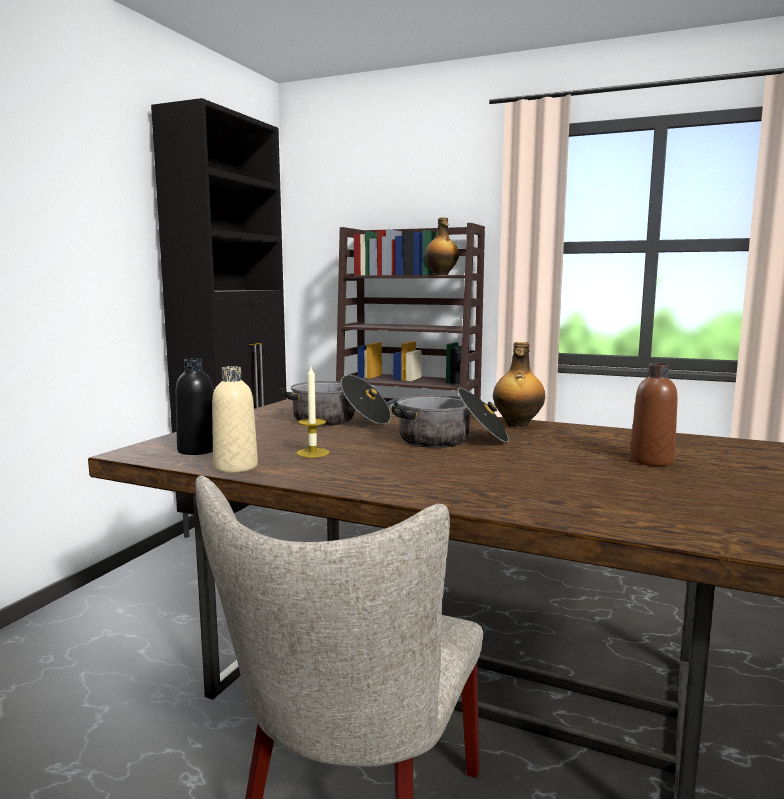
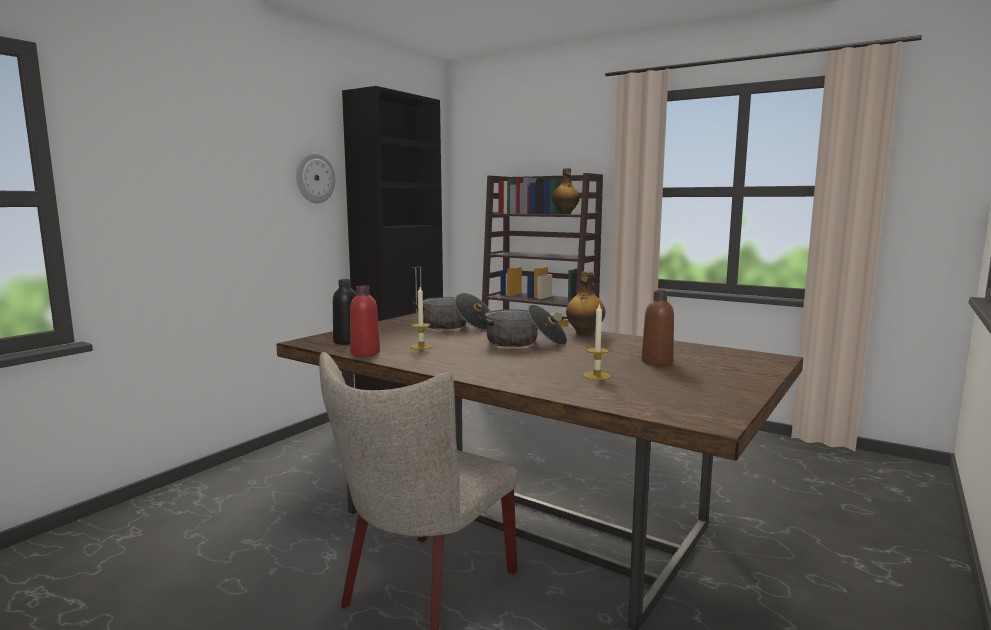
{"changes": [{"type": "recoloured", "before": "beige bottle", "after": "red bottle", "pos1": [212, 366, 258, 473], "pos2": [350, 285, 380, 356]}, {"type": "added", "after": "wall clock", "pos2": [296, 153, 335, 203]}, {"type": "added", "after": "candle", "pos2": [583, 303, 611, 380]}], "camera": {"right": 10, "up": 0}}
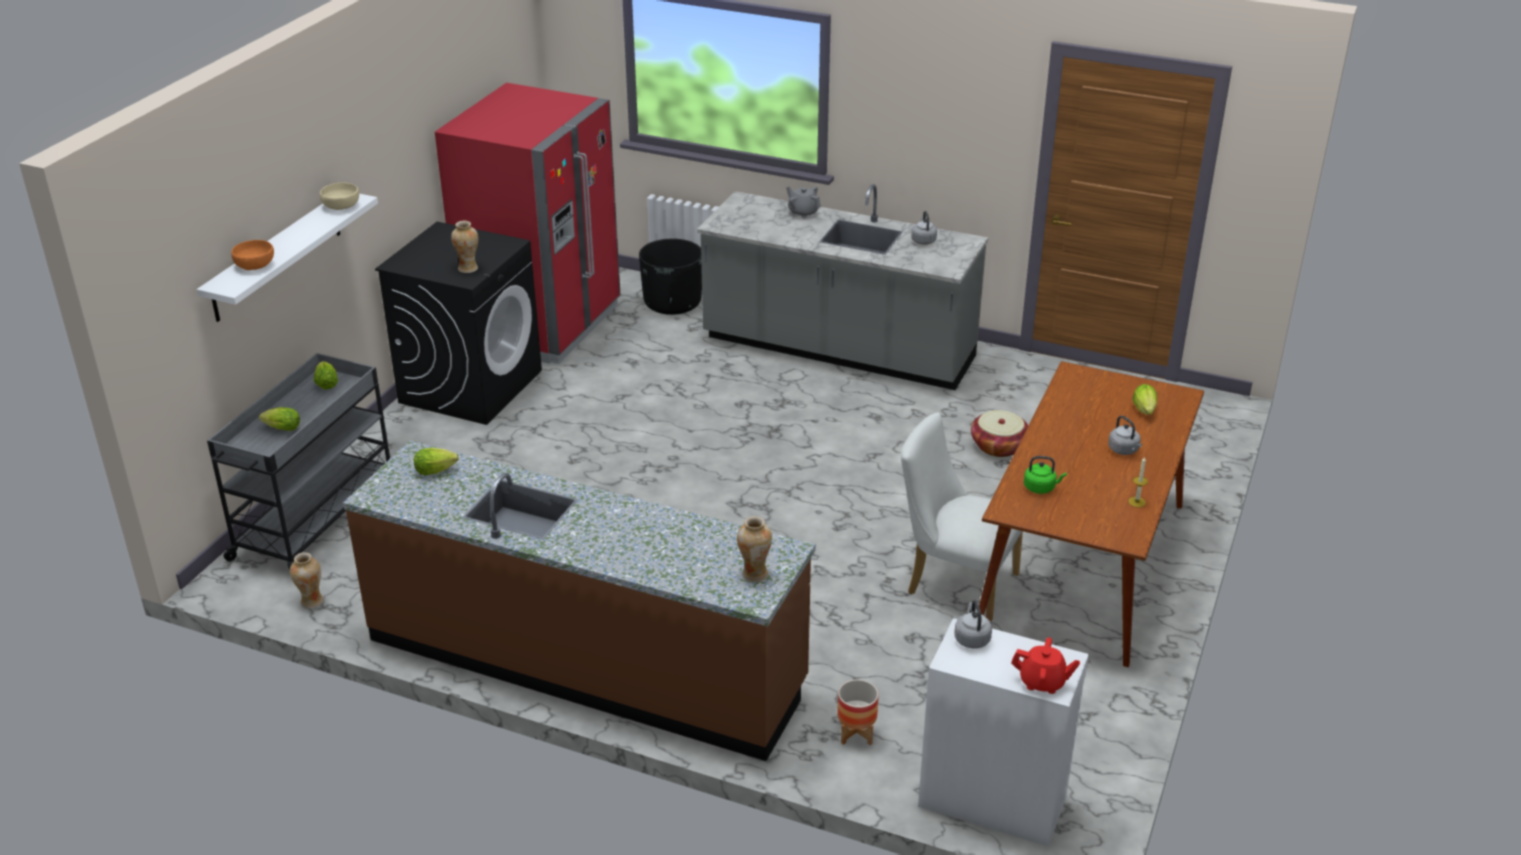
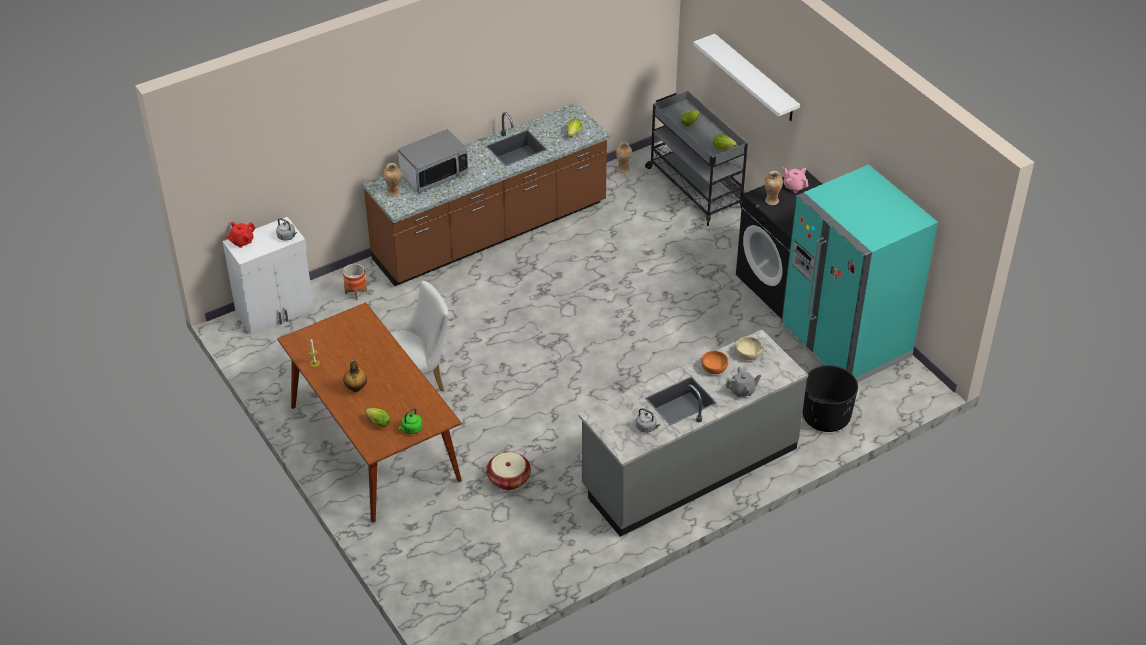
{"changes": [{"type": "recoloured", "before": "red fridge", "after": "turquoise fridge", "pos1": [435, 83, 620, 364], "pos2": [781, 164, 938, 383]}, {"type": "moved", "before": "beige bowl", "pos1": [320, 183, 359, 210], "pos2": [736, 337, 763, 360]}, {"type": "moved", "before": "orange bowl", "pos1": [231, 240, 274, 270], "pos2": [701, 351, 728, 374]}, {"type": "replaced", "before": "grey kettle", "after": "bottle", "pos1": [1108, 416, 1142, 455], "pos2": [343, 360, 367, 392]}, {"type": "moved", "before": "green kettle", "pos1": [1024, 456, 1067, 494], "pos2": [398, 408, 422, 434]}, {"type": "added", "after": "microwave", "pos2": [398, 129, 469, 193]}, {"type": "added", "after": "pink teapot", "pos2": [783, 167, 808, 193]}], "camera": {"right": 125, "up": 10}}
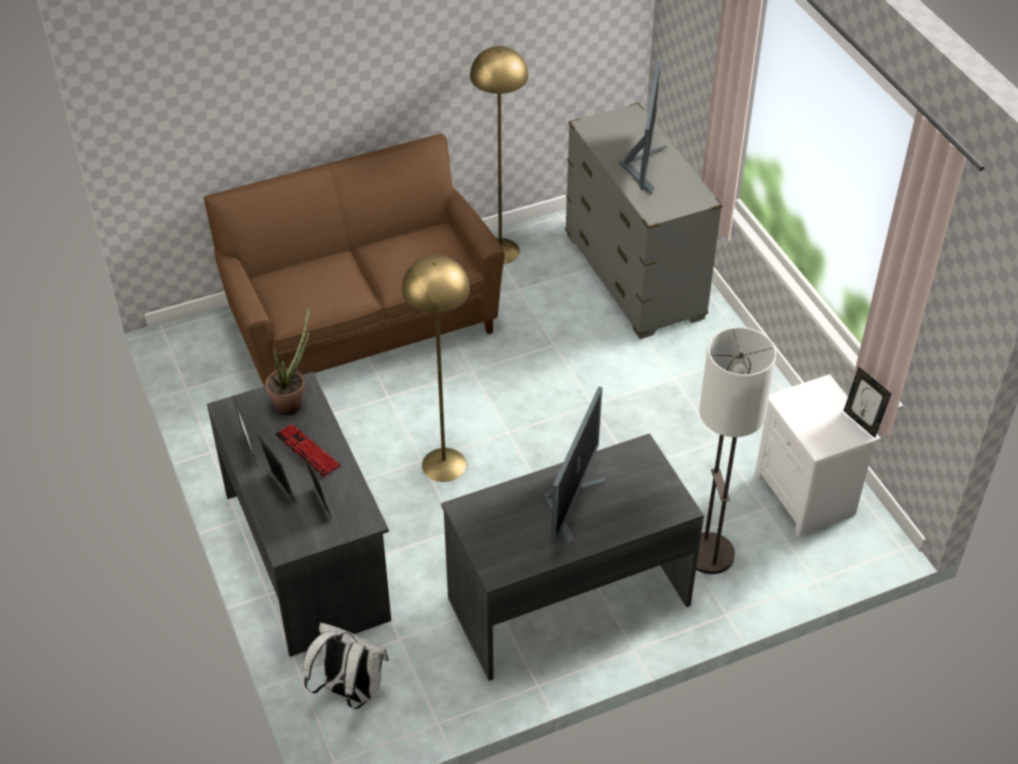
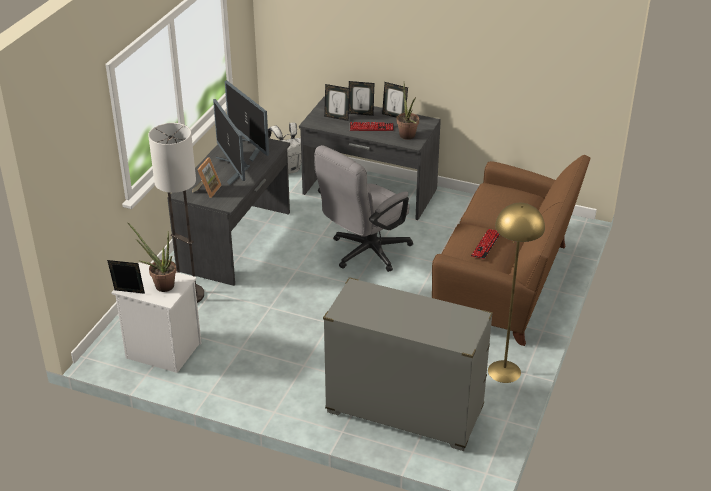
{"changes": [{"type": "moved", "before": "monitor", "pos1": [619, 61, 667, 195], "pos2": [225, 80, 269, 162]}, {"type": "replaced", "before": "yellow floor lamp", "after": "grey office chair", "pos1": [402, 255, 470, 482], "pos2": [314, 145, 413, 272]}, {"type": "added", "after": "picture frame", "pos2": [192, 157, 222, 198]}, {"type": "added", "after": "potted plant", "pos2": [128, 223, 177, 292]}, {"type": "added", "after": "keyboard", "pos2": [471, 229, 500, 259]}], "camera": {"right": 135, "up": -10}}
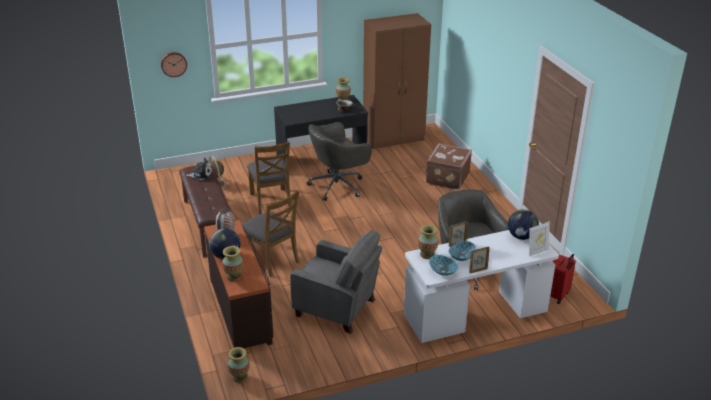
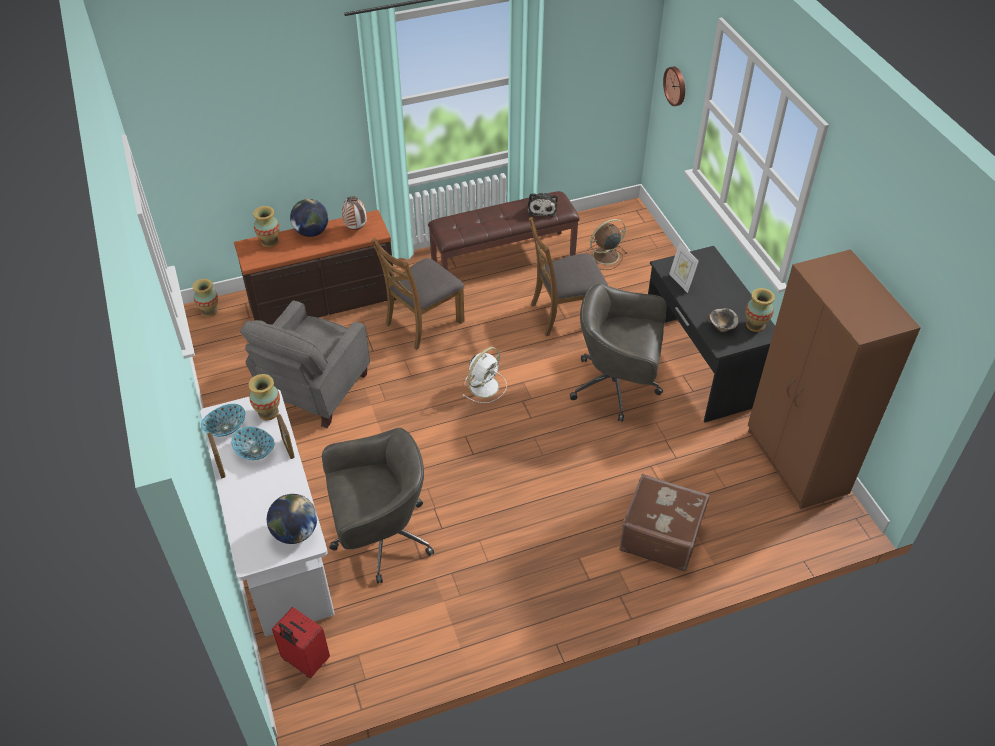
{"changes": [{"type": "turned", "before": "grey office chair", "pos1": [307, 122, 372, 201], "pos2": [570, 283, 667, 422], "turn": -45}, {"type": "moved", "before": "picture frame", "pos1": [529, 222, 550, 257], "pos2": [669, 242, 699, 293]}, {"type": "added", "after": "white fan", "pos2": [463, 347, 507, 403]}], "camera": {"right": 90, "up": 15}}
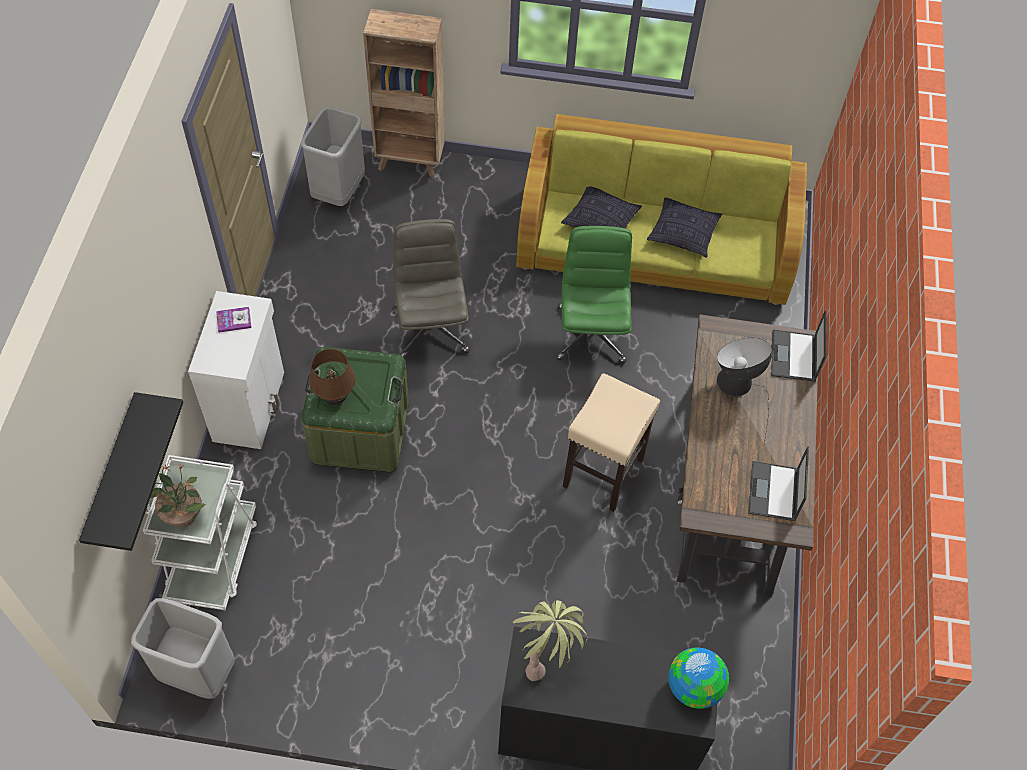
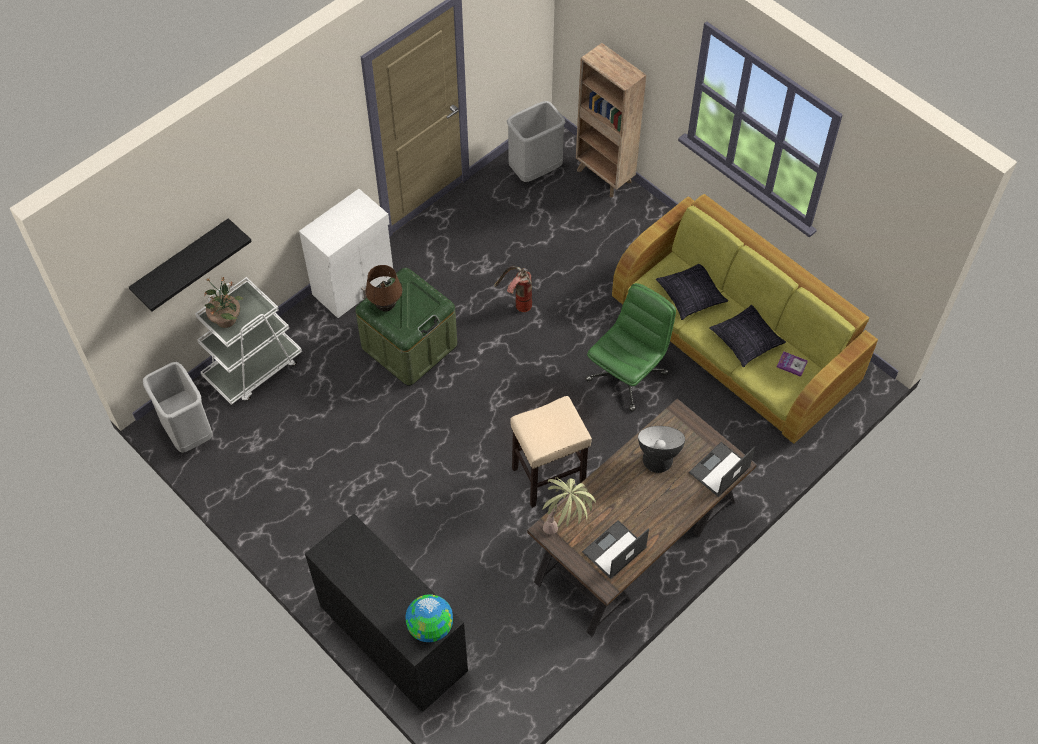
{"changes": [{"type": "replaced", "before": "grey office chair", "after": "fire extinguisher", "pos1": [393, 219, 470, 359], "pos2": [494, 266, 532, 312]}, {"type": "moved", "before": "book", "pos1": [216, 307, 251, 333], "pos2": [777, 351, 808, 377]}, {"type": "moved", "before": "potted plant", "pos1": [513, 600, 587, 681], "pos2": [542, 477, 596, 534]}], "camera": {"right": 40, "up": 0}}
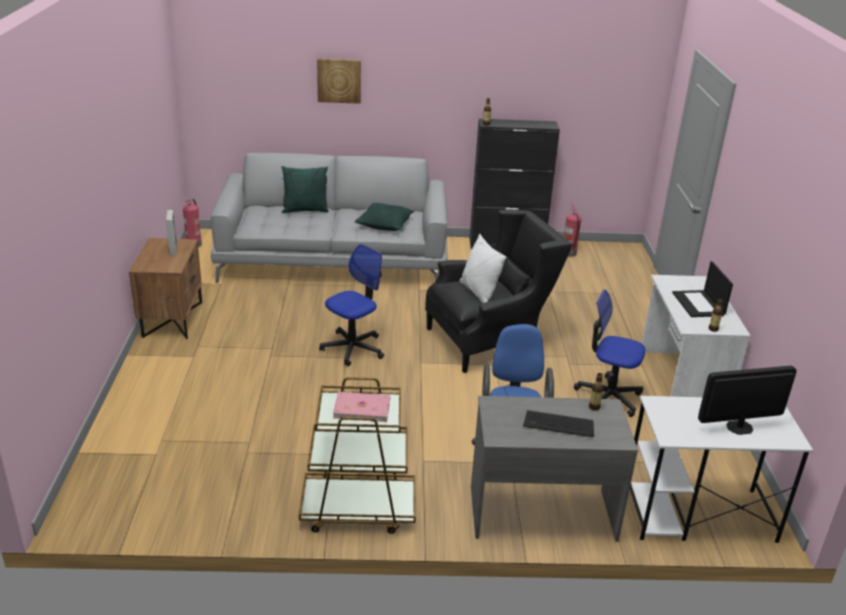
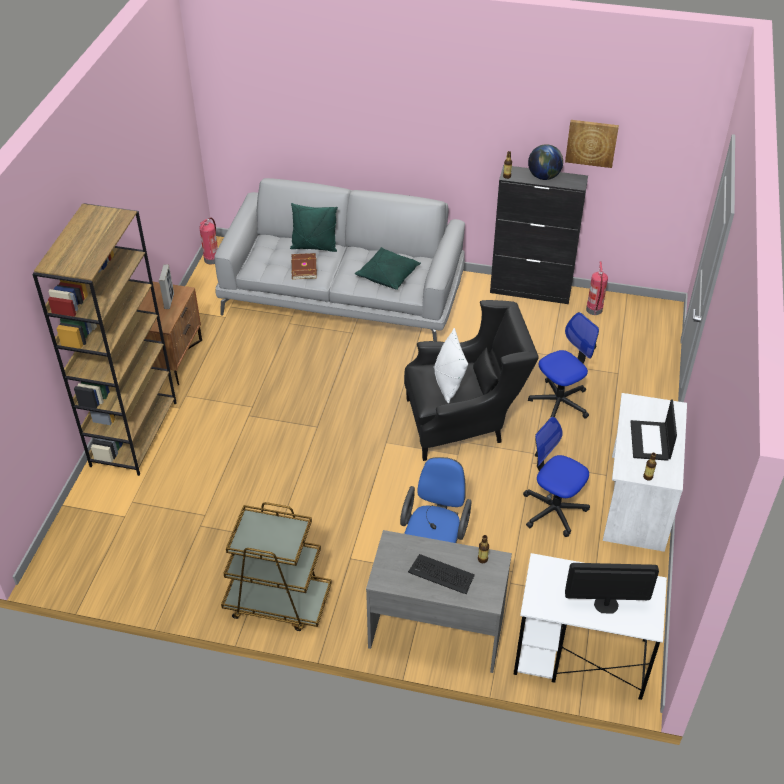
{"changes": [{"type": "moved", "before": "picture", "pos1": [317, 58, 361, 104], "pos2": [565, 120, 619, 168]}, {"type": "moved", "before": "office chair", "pos1": [319, 244, 384, 366], "pos2": [528, 312, 599, 419]}, {"type": "removed", "before": "pink book", "pos1": [333, 392, 390, 422]}, {"type": "added", "after": "globe", "pos2": [528, 144, 563, 180]}, {"type": "added", "after": "brown bookcase", "pos2": [32, 203, 177, 476]}, {"type": "added", "after": "brown book", "pos2": [291, 253, 317, 280]}], "camera": {"right": 15, "up": 15}}
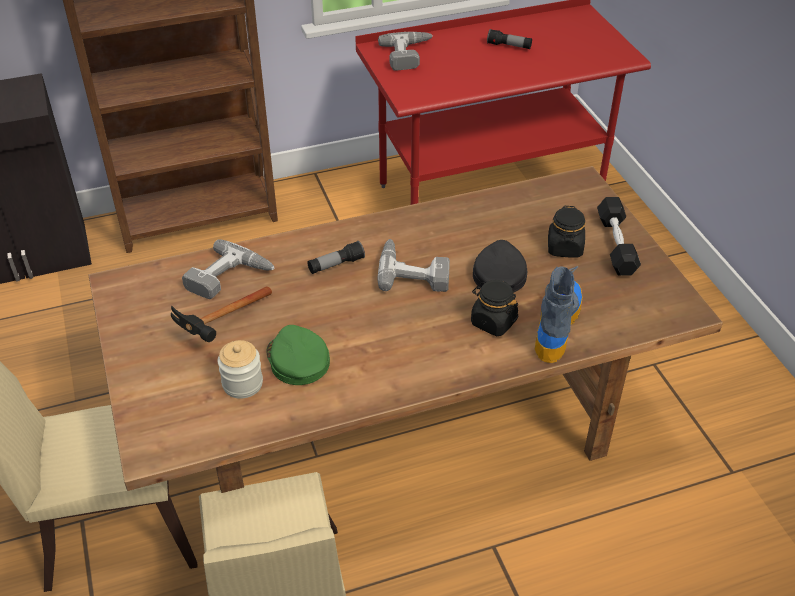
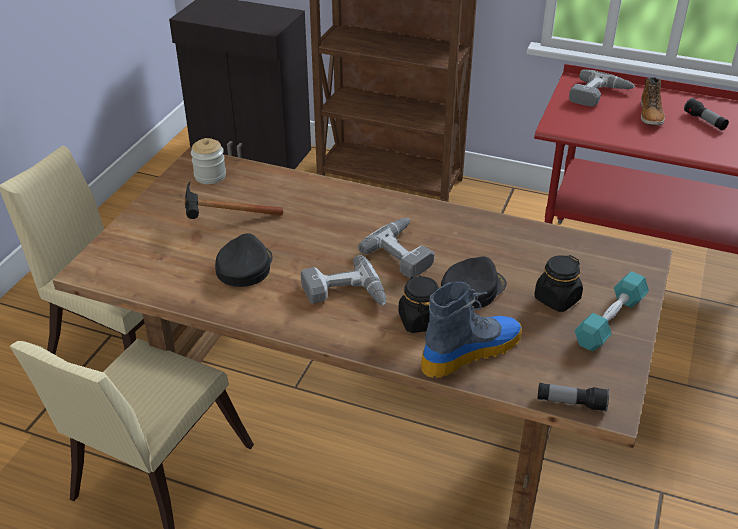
{"changes": [{"type": "recoloured", "before": "black dumbbell", "after": "turquoise dumbbell", "pos1": [597, 197, 641, 276], "pos2": [575, 271, 649, 351]}, {"type": "moved", "before": "power drill", "pos1": [182, 240, 275, 299], "pos2": [301, 255, 386, 305]}, {"type": "moved", "before": "flashlight", "pos1": [307, 241, 365, 274], "pos2": [538, 383, 609, 411]}, {"type": "recoloured", "before": "green cap", "after": "black cap", "pos1": [266, 325, 330, 385], "pos2": [215, 233, 272, 287]}, {"type": "moved", "before": "jar", "pos1": [218, 340, 263, 399], "pos2": [191, 138, 226, 184]}, {"type": "added", "after": "boot", "pos2": [641, 77, 665, 125]}], "camera": {"right": 40, "up": -5}}
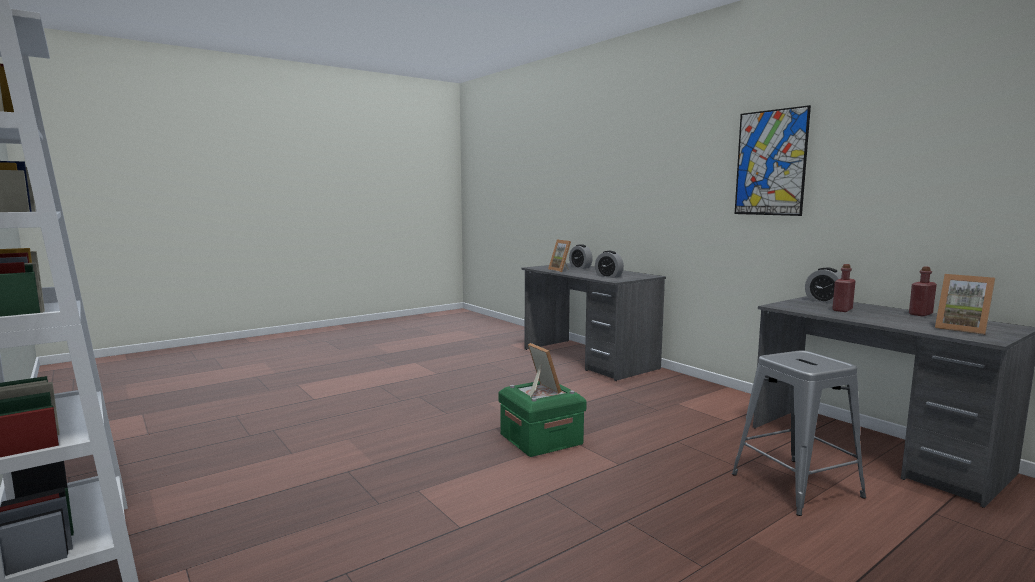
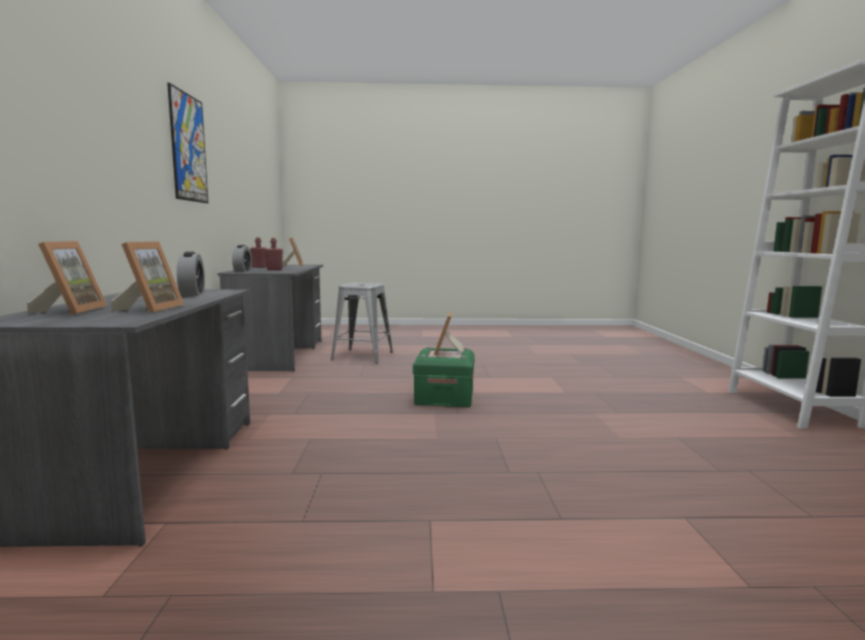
{"changes": [{"type": "replaced", "before": "alarm clock", "after": "picture frame", "pos1": [569, 244, 593, 269], "pos2": [27, 241, 107, 315]}], "camera": {"right": -145, "up": 0}}
